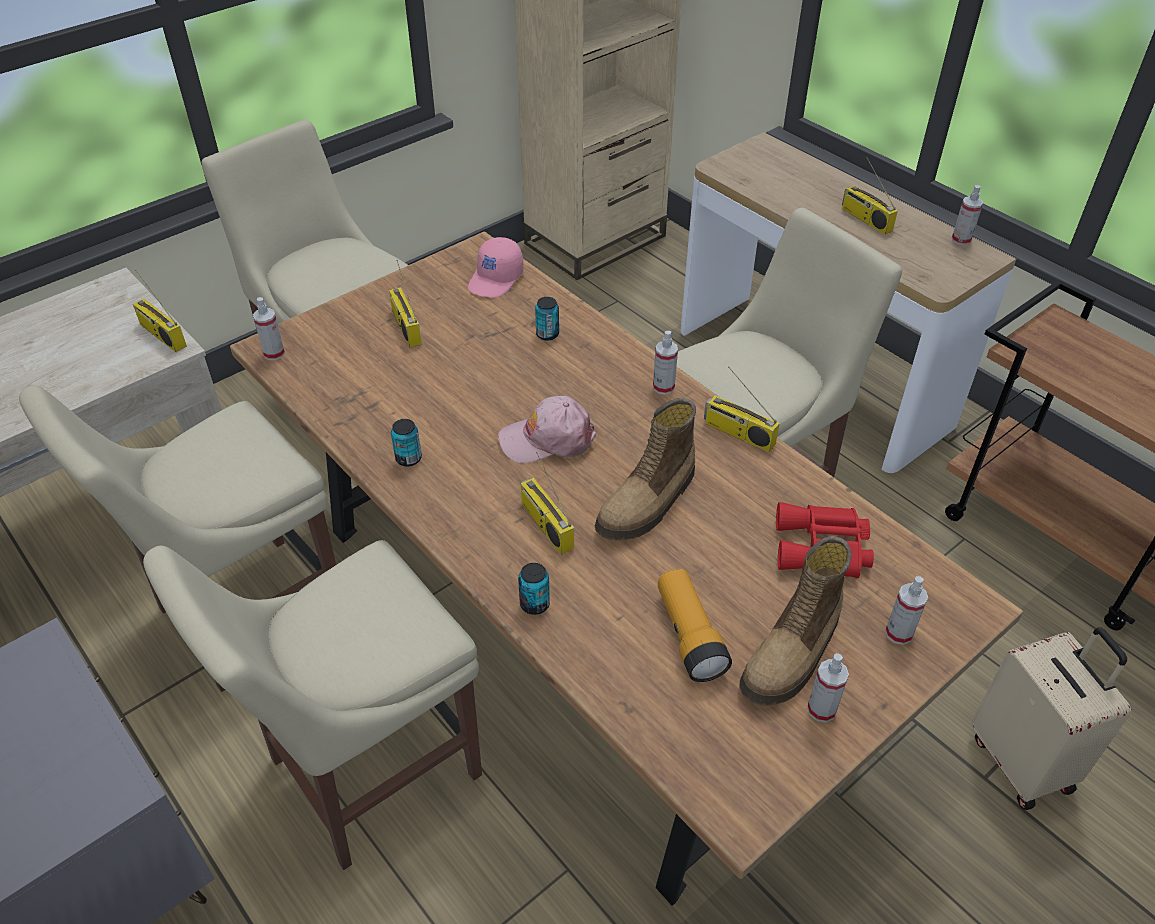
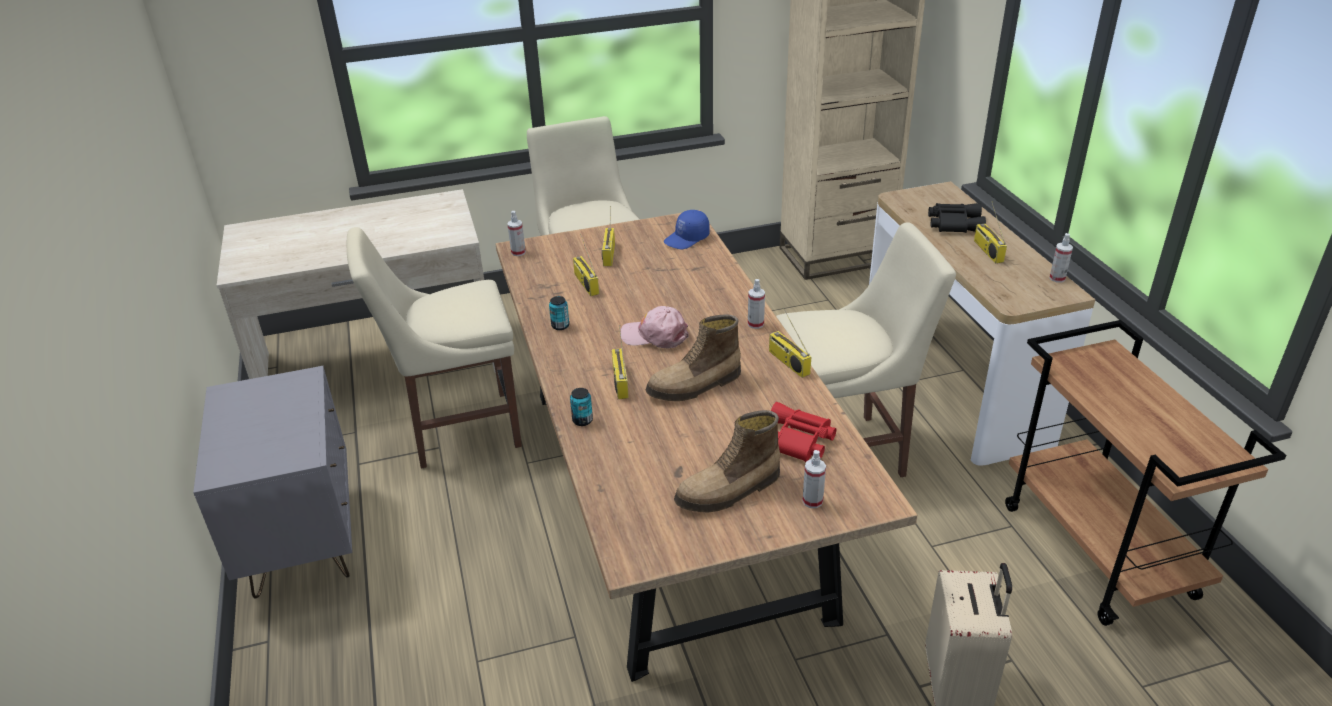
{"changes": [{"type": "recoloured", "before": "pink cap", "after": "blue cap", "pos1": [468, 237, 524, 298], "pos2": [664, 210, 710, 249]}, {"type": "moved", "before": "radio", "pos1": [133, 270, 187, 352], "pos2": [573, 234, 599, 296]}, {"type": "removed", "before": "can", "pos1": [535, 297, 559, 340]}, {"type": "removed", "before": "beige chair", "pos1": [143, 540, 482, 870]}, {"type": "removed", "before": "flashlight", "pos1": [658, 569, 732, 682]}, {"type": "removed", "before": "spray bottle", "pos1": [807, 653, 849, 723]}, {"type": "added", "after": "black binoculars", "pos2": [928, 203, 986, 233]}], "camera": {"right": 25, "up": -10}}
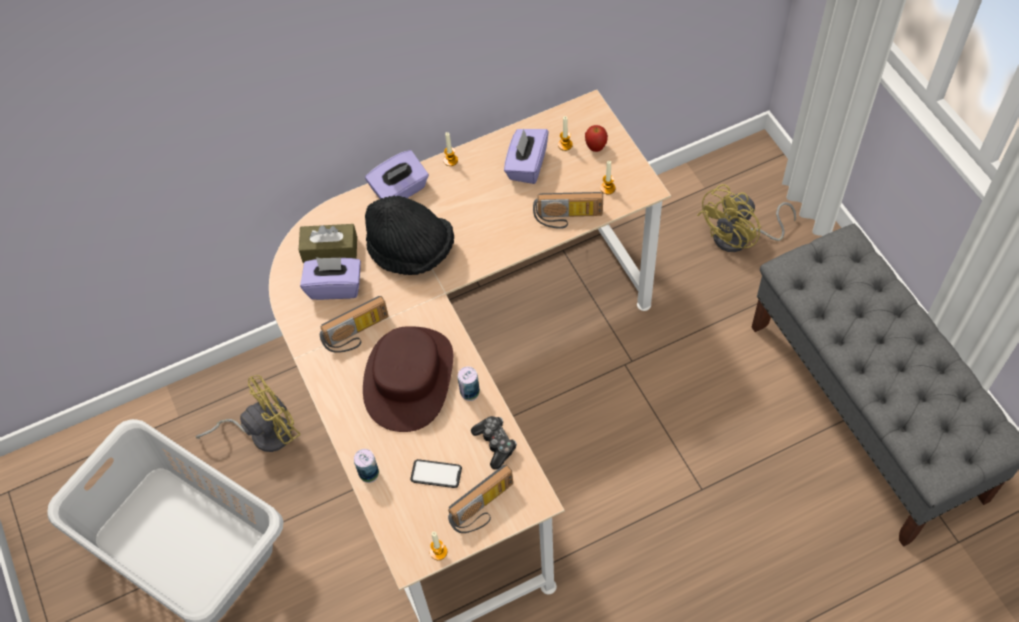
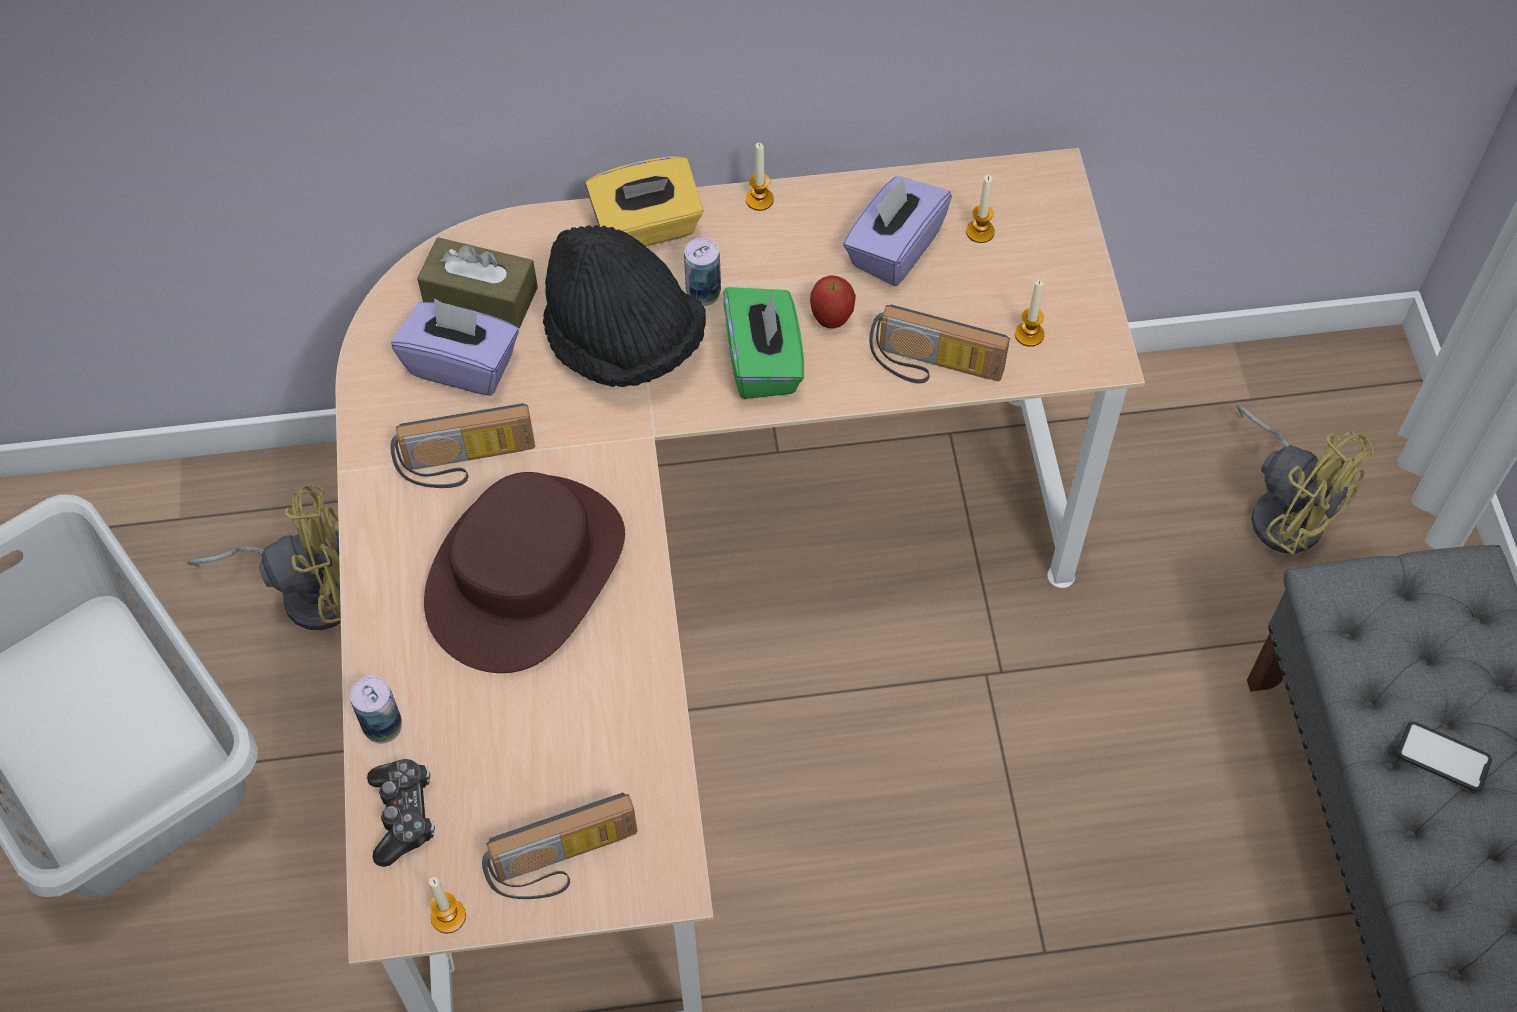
{"changes": [{"type": "moved", "before": "apple", "pos1": [585, 125, 608, 152], "pos2": [810, 275, 856, 329]}, {"type": "recoloured", "before": "purple tissue box", "after": "yellow tissue box", "pos1": [365, 150, 429, 199], "pos2": [585, 157, 704, 246]}, {"type": "turned", "before": "yellow fan", "pos1": [697, 184, 796, 252], "pos2": [1236, 404, 1374, 555], "turn": -105}, {"type": "moved", "before": "can", "pos1": [458, 366, 480, 401], "pos2": [684, 238, 721, 306]}, {"type": "moved", "before": "game controller", "pos1": [471, 416, 517, 470], "pos2": [367, 759, 435, 867]}, {"type": "moved", "before": "phone", "pos1": [410, 459, 462, 488], "pos2": [1397, 722, 1492, 791]}, {"type": "added", "after": "green tissue box", "pos2": [723, 287, 804, 399]}], "camera": {"right": 15, "up": 0}}
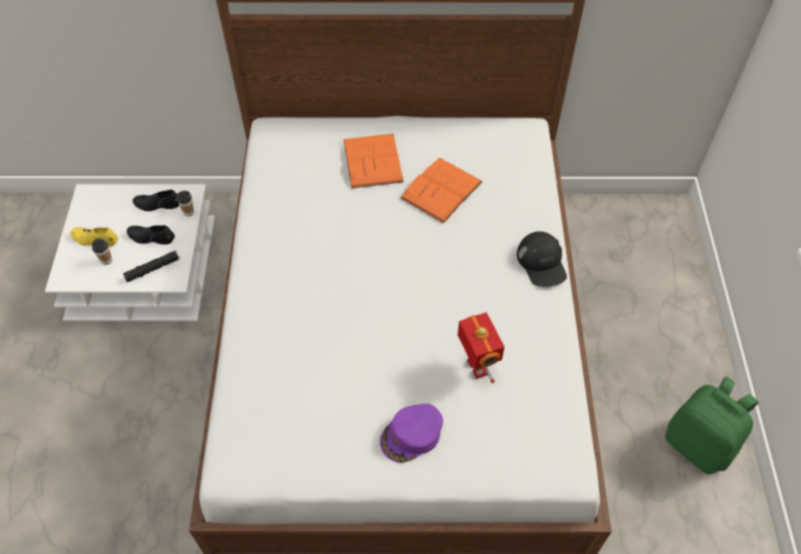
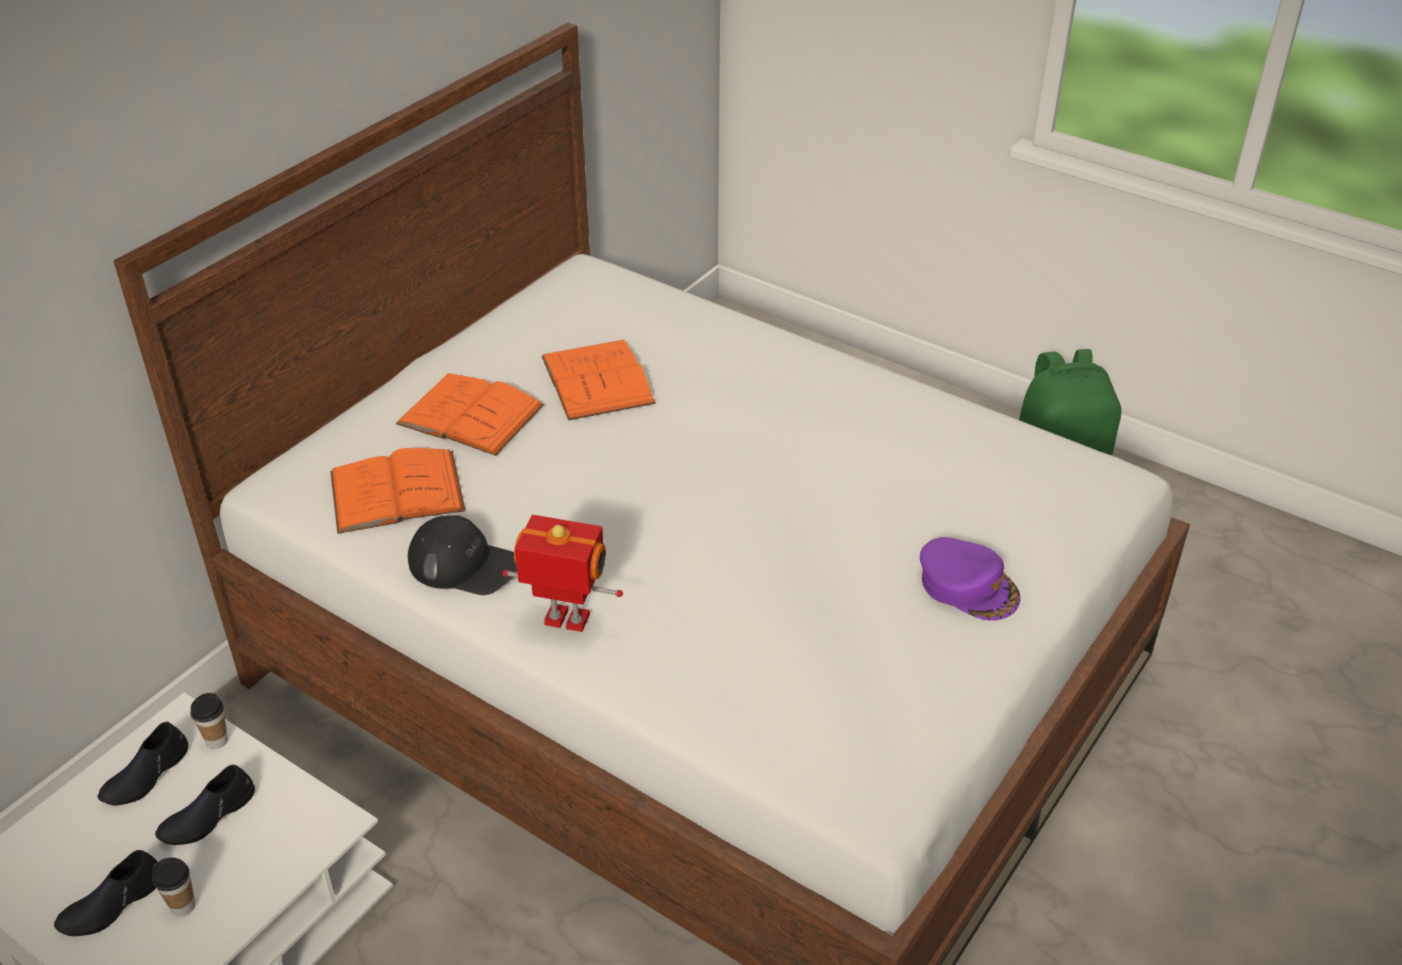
{"changes": [{"type": "recoloured", "before": "yellow shoe", "after": "black shoe", "pos1": [70, 227, 118, 247], "pos2": [54, 850, 158, 936]}, {"type": "moved", "before": "black cap", "pos1": [517, 231, 567, 287], "pos2": [408, 515, 517, 595]}, {"type": "removed", "before": "black flashlight", "pos1": [123, 250, 180, 282]}, {"type": "moved", "before": "toy robot", "pos1": [458, 312, 505, 383], "pos2": [502, 515, 623, 632]}, {"type": "turned", "before": "purple cap", "pos1": [380, 404, 443, 463], "pos2": [920, 537, 1021, 621], "turn": -45}, {"type": "added", "after": "orange book", "pos2": [330, 448, 466, 534]}], "camera": {"right": -55, "up": -15}}
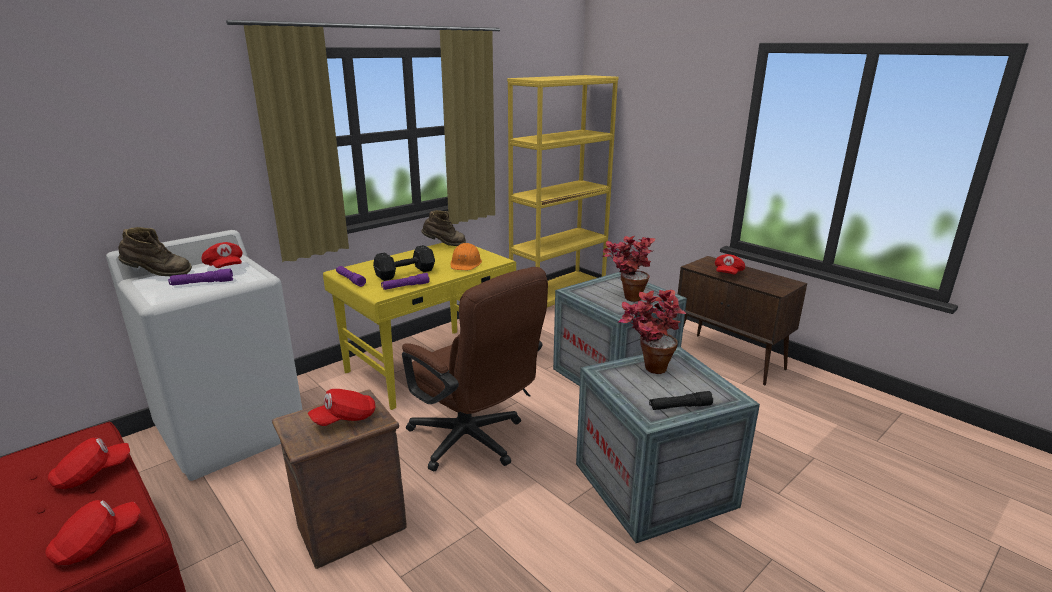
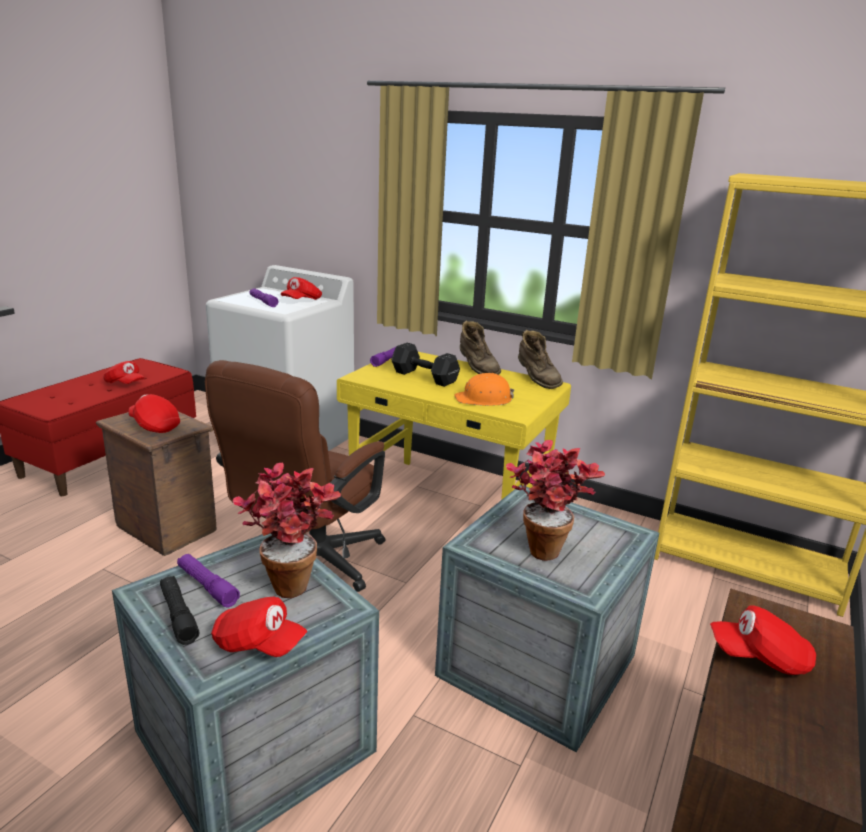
{"changes": [{"type": "moved", "before": "brown boot", "pos1": [118, 227, 192, 276], "pos2": [460, 320, 501, 375]}, {"type": "moved", "before": "purple flashlight", "pos1": [381, 273, 430, 290], "pos2": [177, 554, 240, 608]}, {"type": "moved", "before": "red cap", "pos1": [45, 500, 141, 565], "pos2": [211, 597, 307, 657]}], "camera": {"right": 70, "up": 0}}
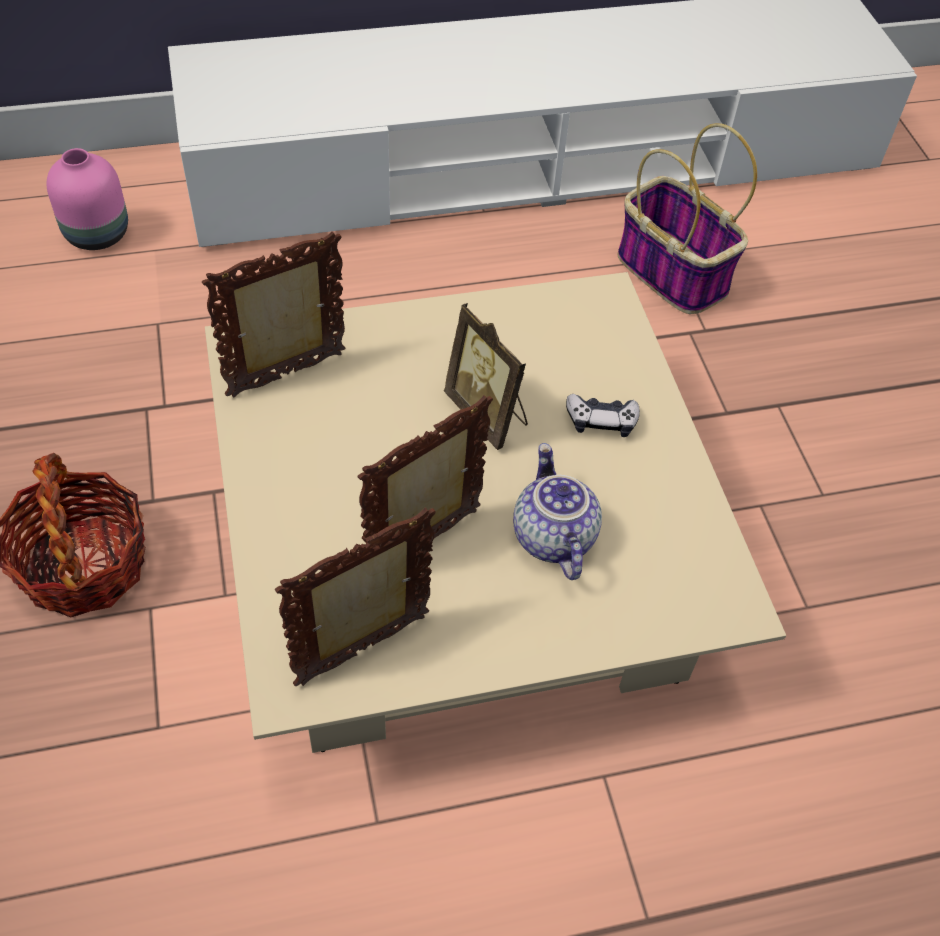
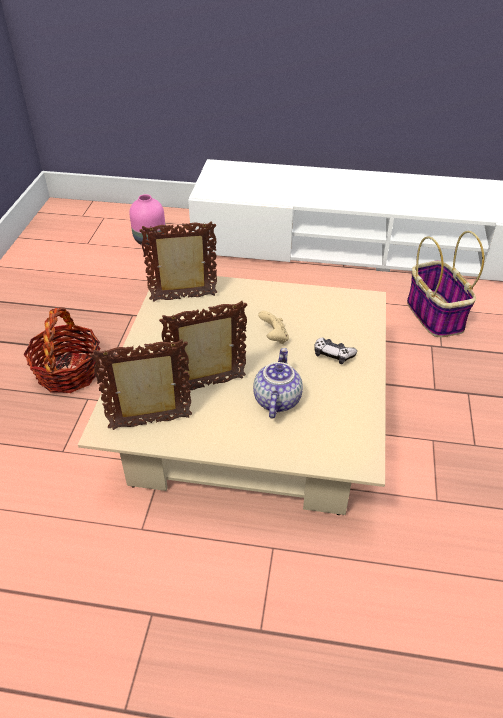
{"changes": [{"type": "replaced", "before": "picture frame", "after": "beige game controller", "pos1": [444, 303, 528, 450], "pos2": [258, 311, 289, 344]}], "camera": {"right": 25, "up": -10}}
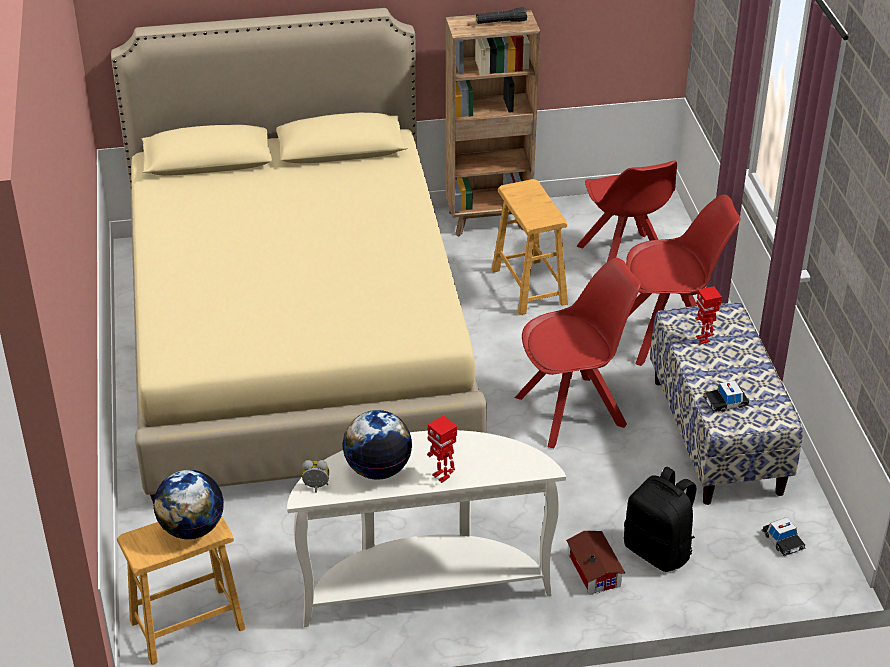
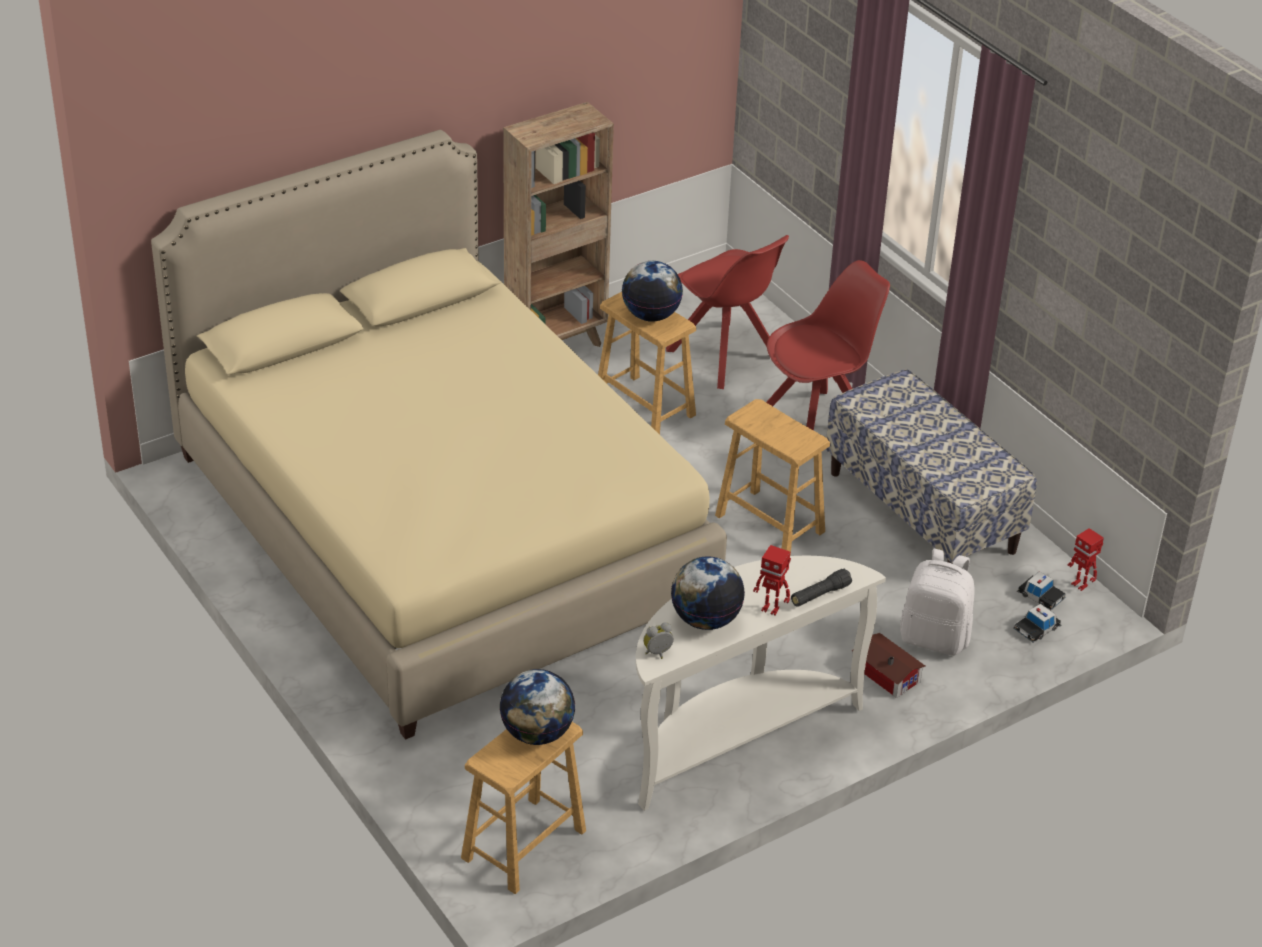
{"changes": [{"type": "moved", "before": "black flashlight", "pos1": [476, 7, 527, 24], "pos2": [791, 569, 852, 606]}, {"type": "replaced", "before": "red chair", "after": "brown stool", "pos1": [515, 258, 641, 448], "pos2": [715, 399, 830, 556]}, {"type": "moved", "before": "toy robot", "pos1": [695, 286, 722, 344], "pos2": [1068, 528, 1104, 591]}, {"type": "moved", "before": "toy car", "pos1": [703, 380, 750, 413], "pos2": [1014, 604, 1062, 643]}, {"type": "recoloured", "before": "black backpack", "after": "white backpack", "pos1": [624, 467, 696, 572], "pos2": [900, 549, 975, 656]}, {"type": "added", "after": "globe", "pos2": [622, 261, 683, 322]}], "camera": {"right": -25, "up": 0}}
